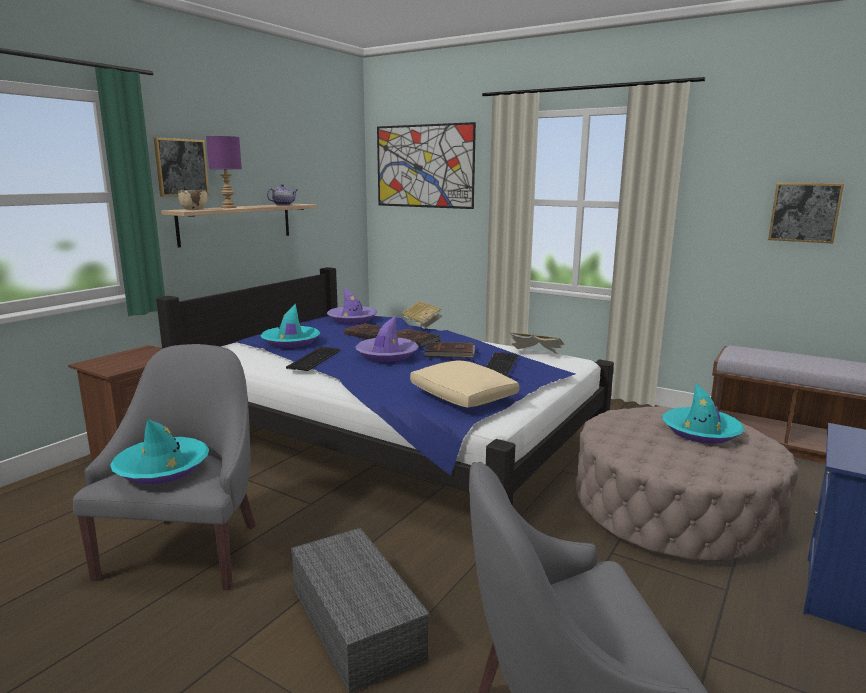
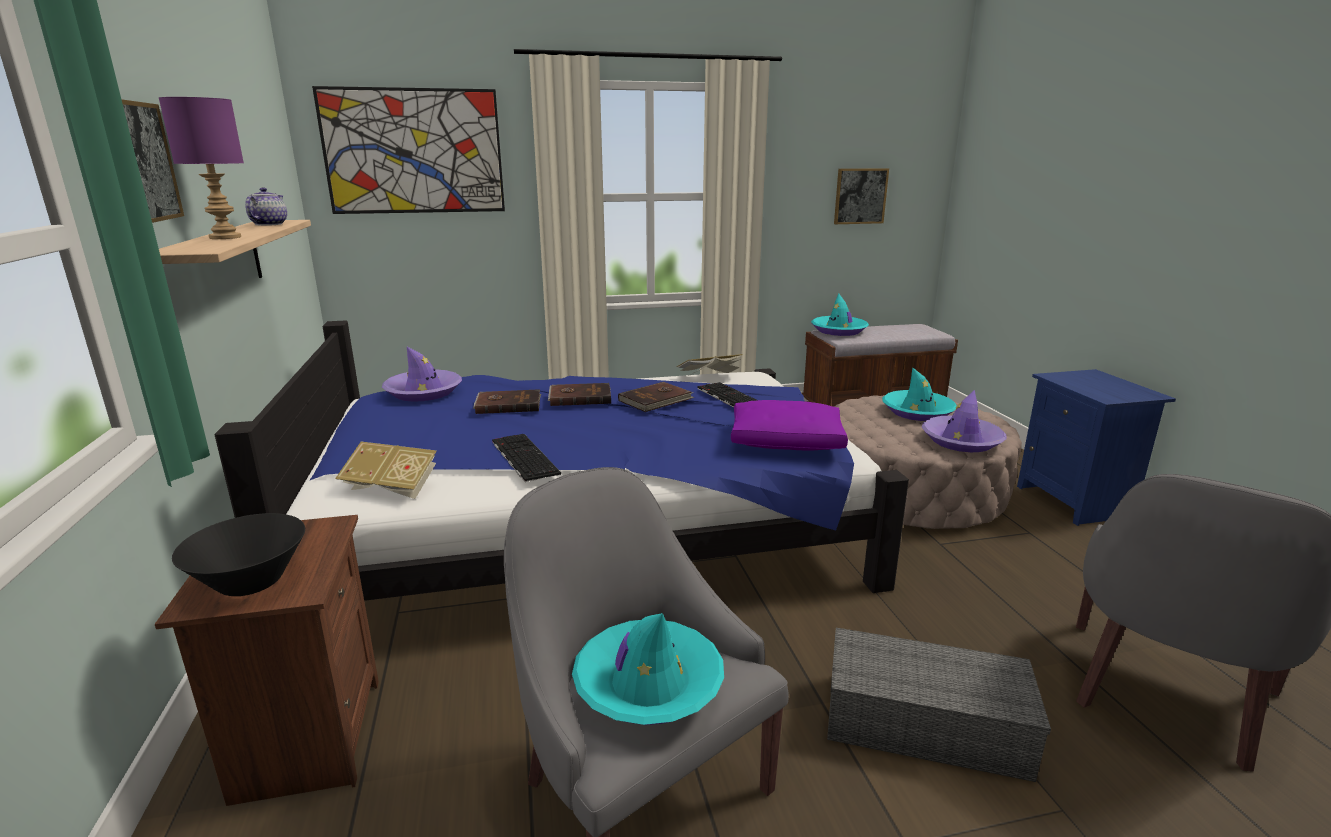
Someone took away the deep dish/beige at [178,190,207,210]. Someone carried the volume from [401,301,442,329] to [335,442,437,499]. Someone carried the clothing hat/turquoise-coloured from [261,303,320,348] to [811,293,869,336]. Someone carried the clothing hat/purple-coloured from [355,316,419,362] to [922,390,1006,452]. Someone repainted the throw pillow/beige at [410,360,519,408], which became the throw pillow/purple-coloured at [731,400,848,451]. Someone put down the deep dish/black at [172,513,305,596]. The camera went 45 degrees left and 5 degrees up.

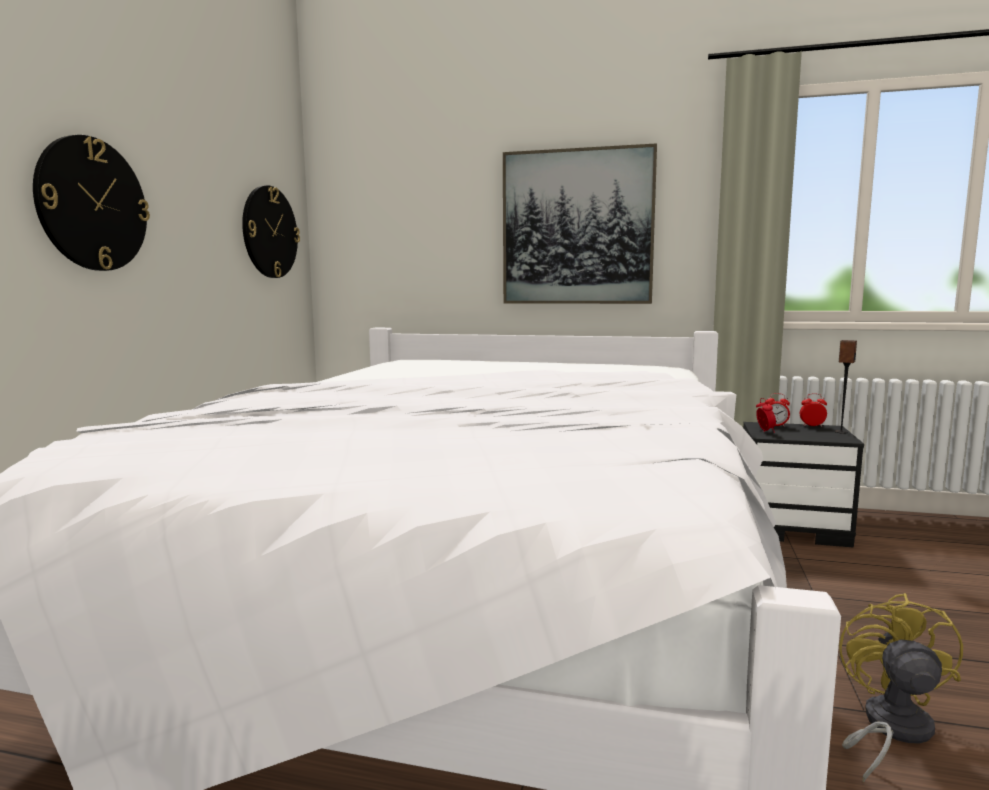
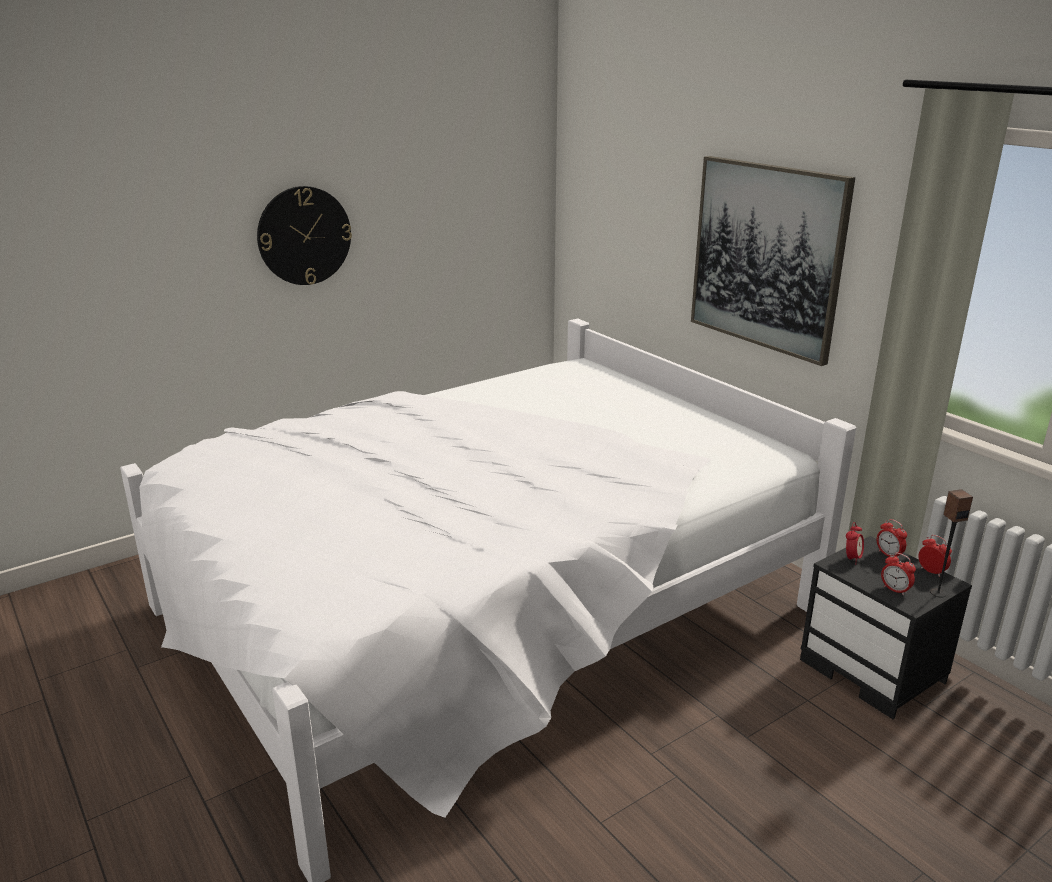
Someone took away the clock on the wall at [242,185,300,278]. Someone took away the cooling fan/yellow-coloured at [839,593,963,783]. Someone put down the bedside clock at [881,553,916,596]. The camera went 40 degrees right and 15 degrees up.

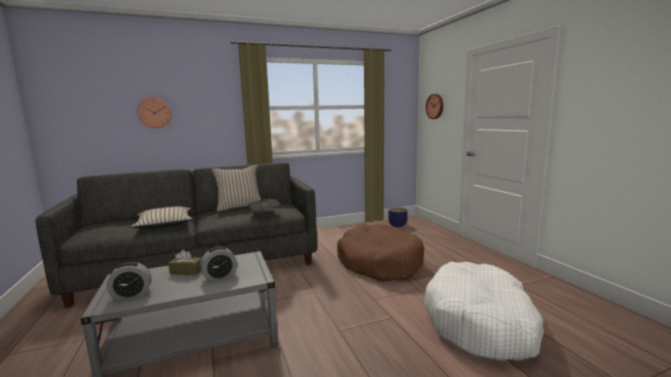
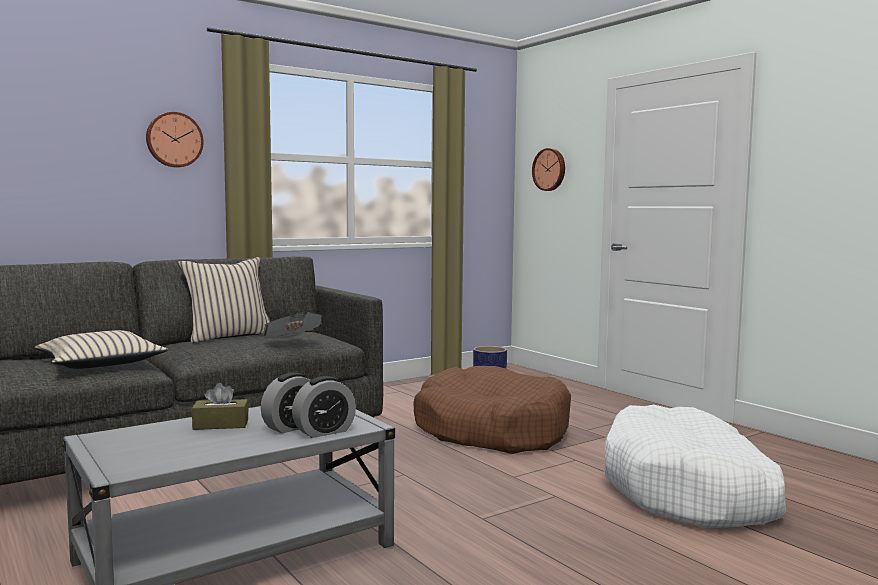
Someone carried the clock on the wall from [138,97,171,128] to [146,112,204,167]. Someone carried the bedside clock from [107,262,152,300] to [292,376,356,438]. The camera went 15 degrees left and 5 degrees down.

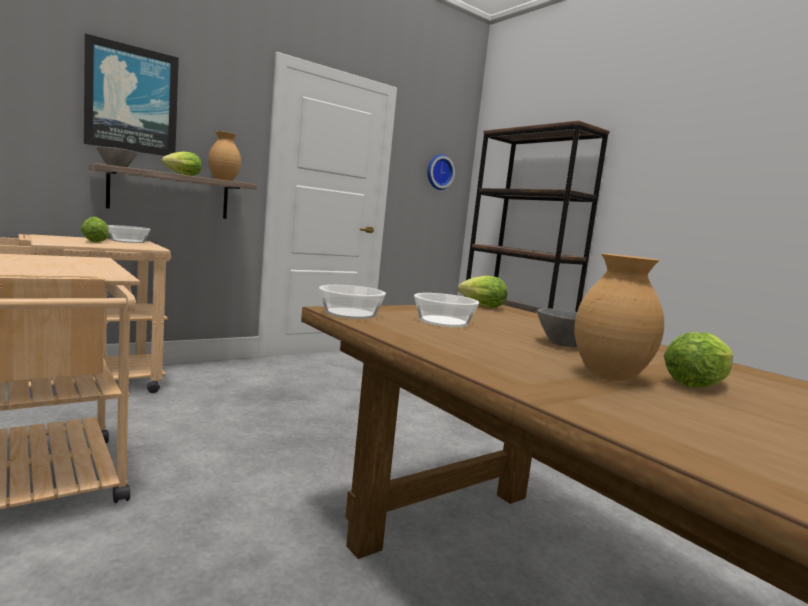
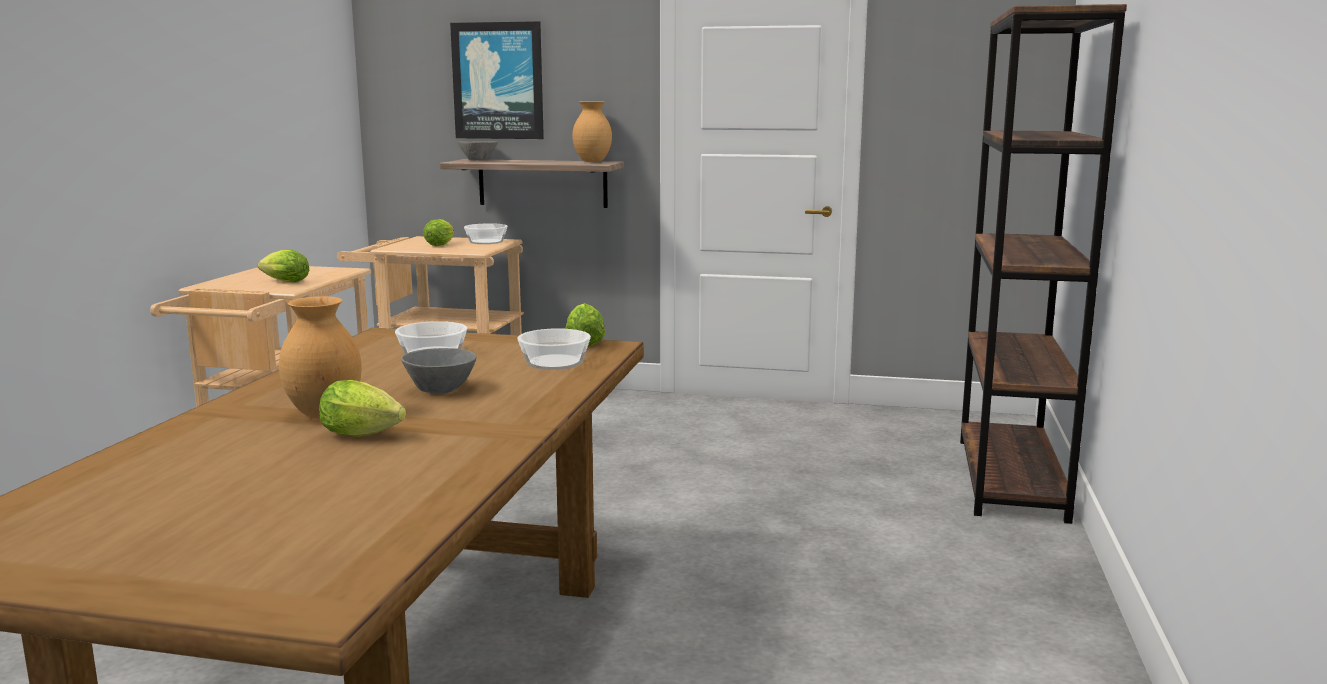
Someone carried the lettuce from [161,151,202,176] to [258,250,309,283]. Someone took away the clock on the wall at [427,154,455,190]. Someone carried the deep dish from [319,285,386,319] to [517,328,591,370]. The camera went 50 degrees right and 5 degrees up.

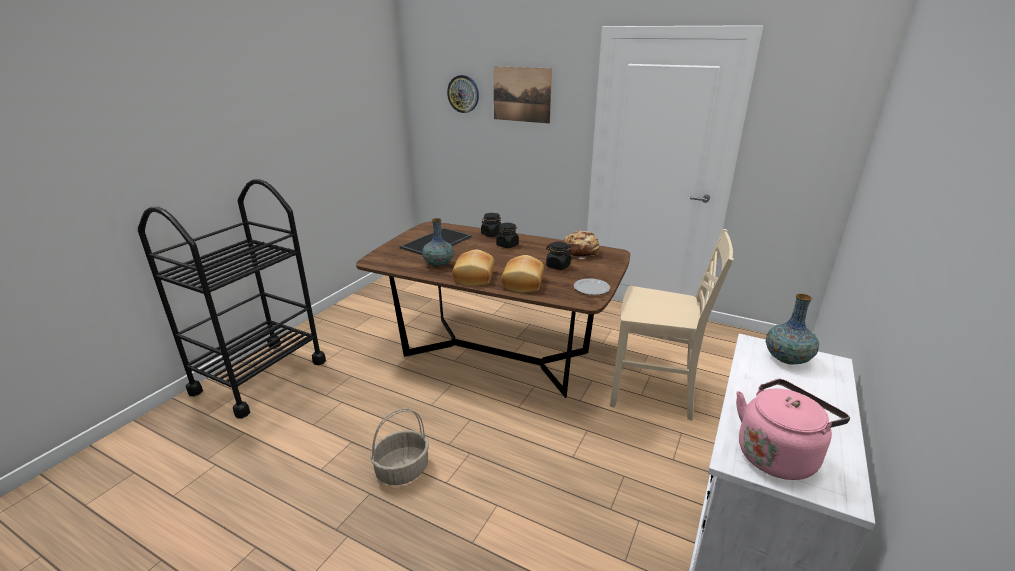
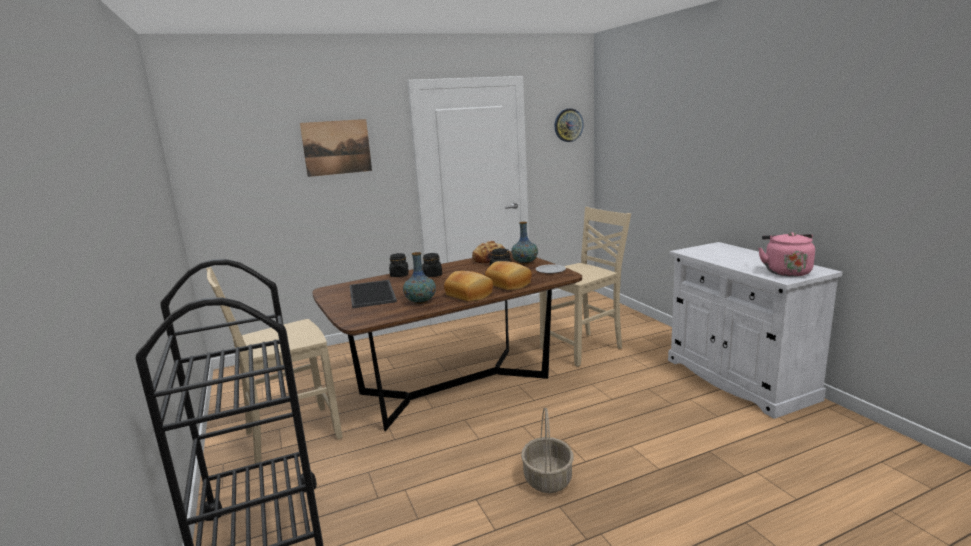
Someone carried the clock on the wall from [447,75,479,113] to [554,109,584,142]. Someone carried the vase from [766,294,819,364] to [511,222,538,264]. Someone put down the plain chair/beige at [206,267,342,463]. The camera went 50 degrees left and 10 degrees down.

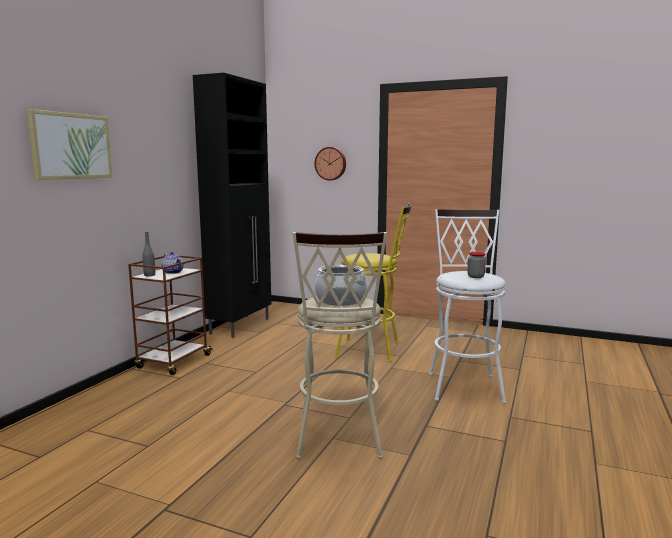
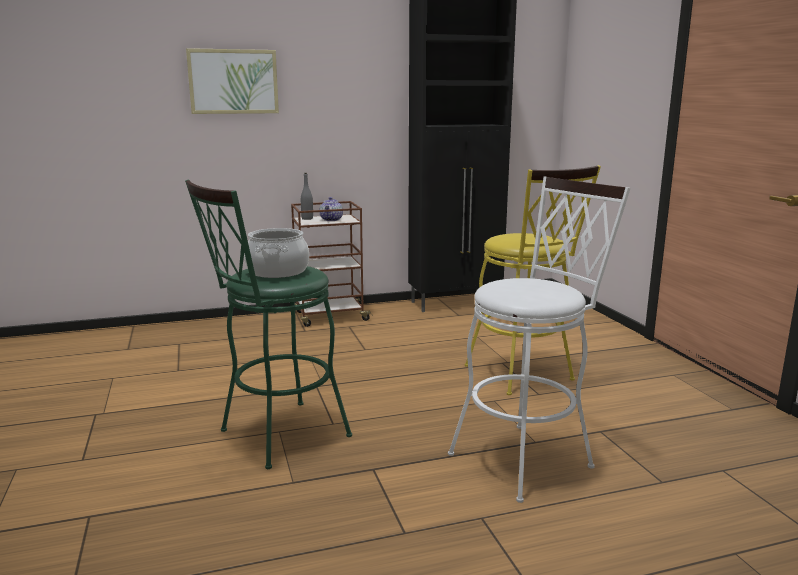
Someone took away the clock on the wall at [314,147,346,181]. Someone repainted the stool seat/beige at [293,232,387,459], which became the stool seat/green at [185,180,352,469]. Someone took away the jar at [467,252,486,278]. The camera went 50 degrees right and 5 degrees up.

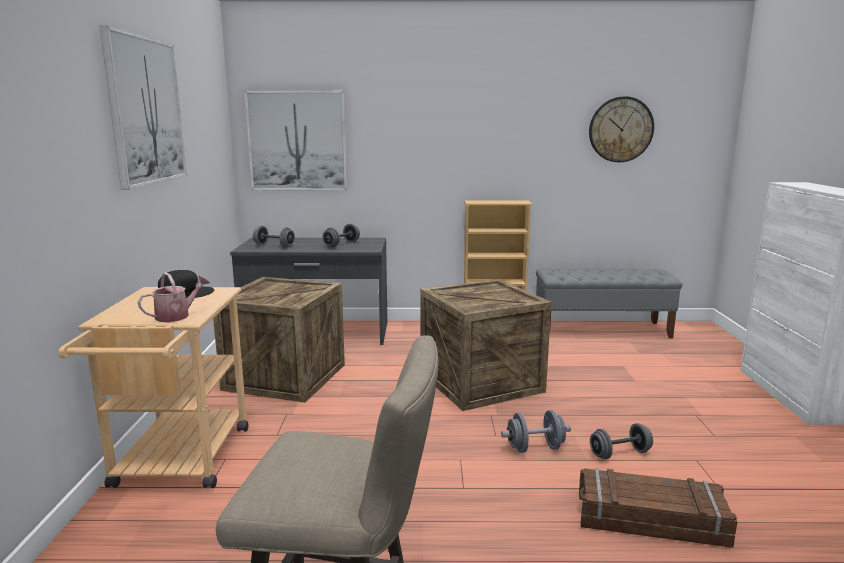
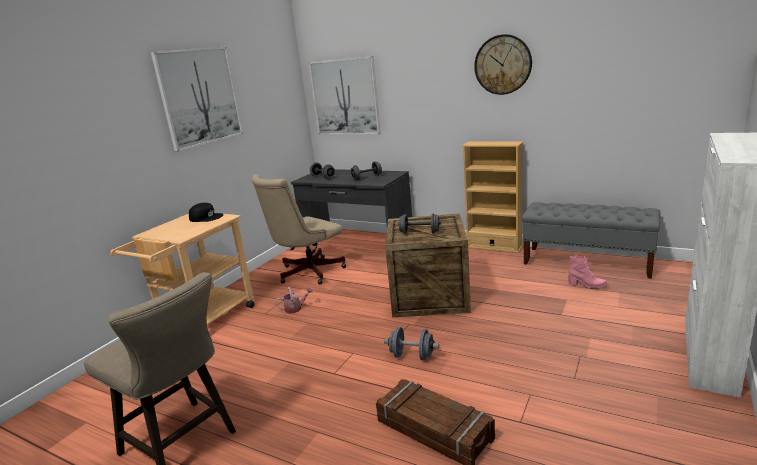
Someone carried the clock on the wall from [589,96,654,163] to [474,34,532,95]. Someone carried the sprinkling can from [137,272,210,322] to [275,286,313,314]. Someone swapped the packing crate at [213,277,345,403] for the computer chair/beige at [251,174,346,284]. Someone carried the free weight/grey from [590,423,653,459] to [398,214,441,234]. Someone put down the boot/pinkish at [568,256,607,289]. The camera went 30 degrees right and 5 degrees up.

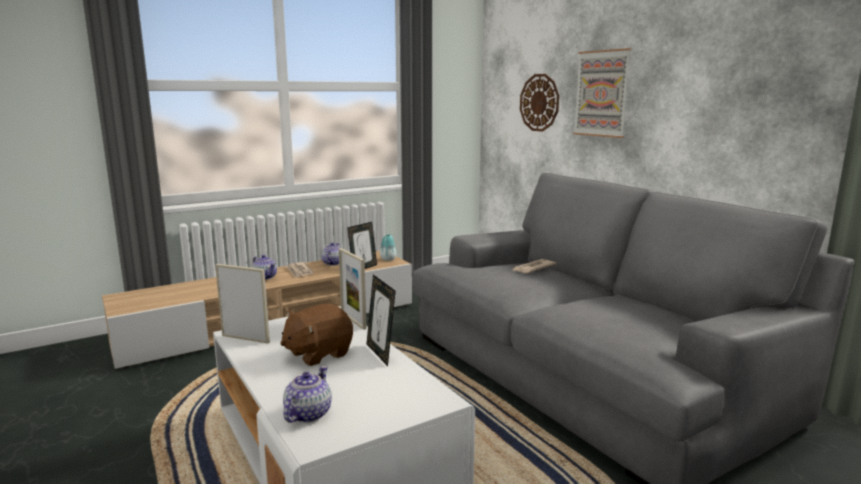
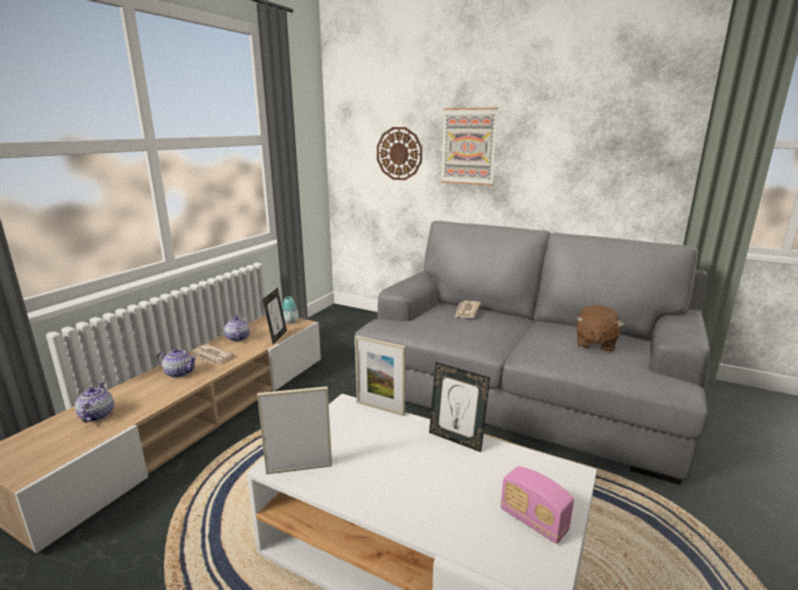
Someone carried the cuddly toy/brown-coloured from [280,304,353,366] to [576,305,624,352]. Someone carried the teapot from [283,366,332,423] to [75,381,114,423]. Someone put down the radio at [501,466,574,544]. The camera went 30 degrees left and 5 degrees up.

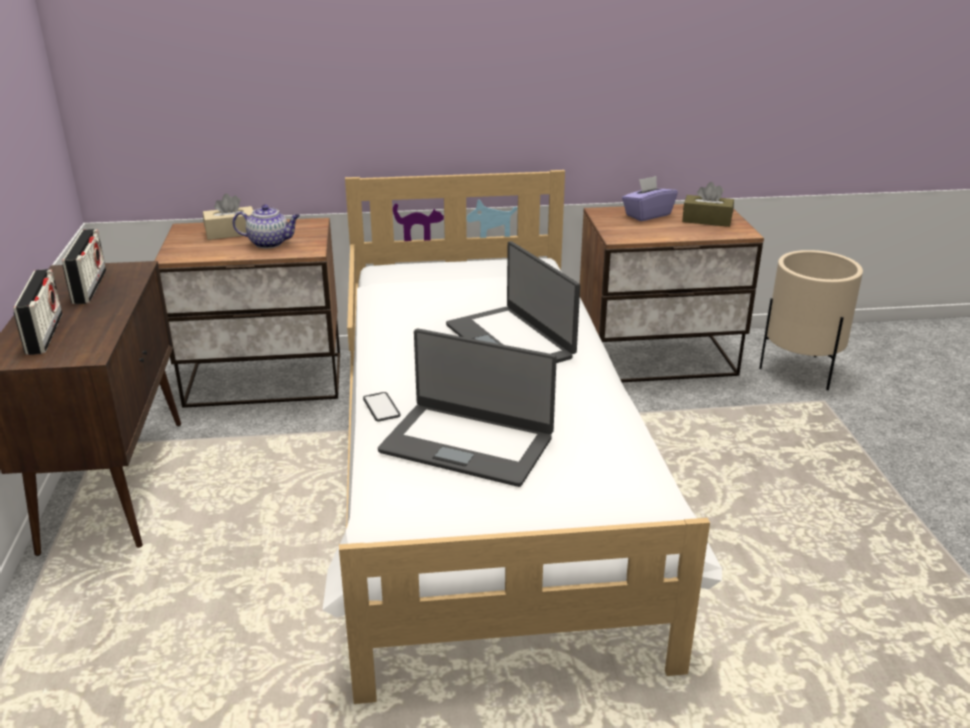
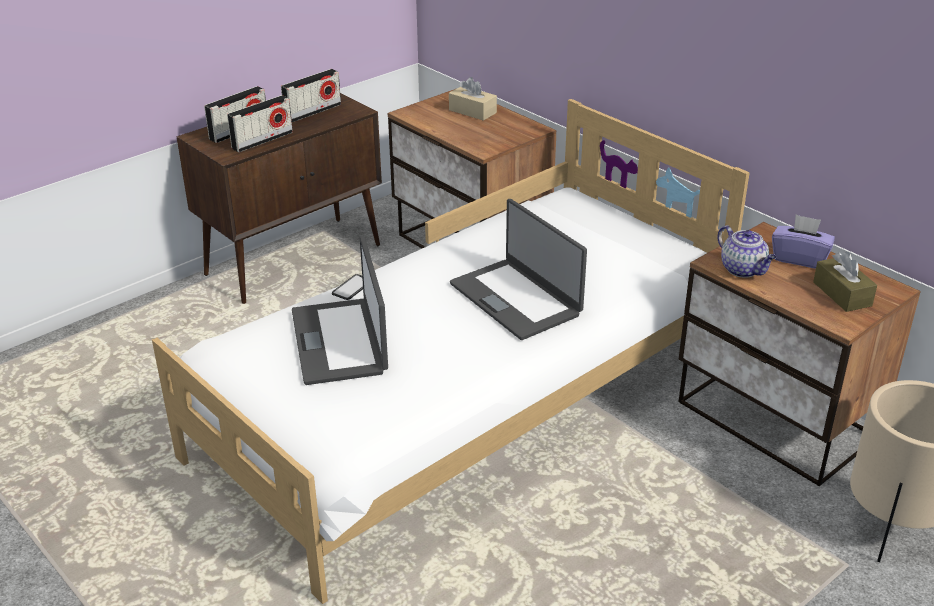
Someone carried the teapot from [233,205,300,248] to [717,225,777,278]. Someone rotated the notebook computer at [446,241,580,363] by 60 degrees counterclockwise. Someone put down the radio at [227,95,293,152]. The camera went 55 degrees right and 5 degrees up.

